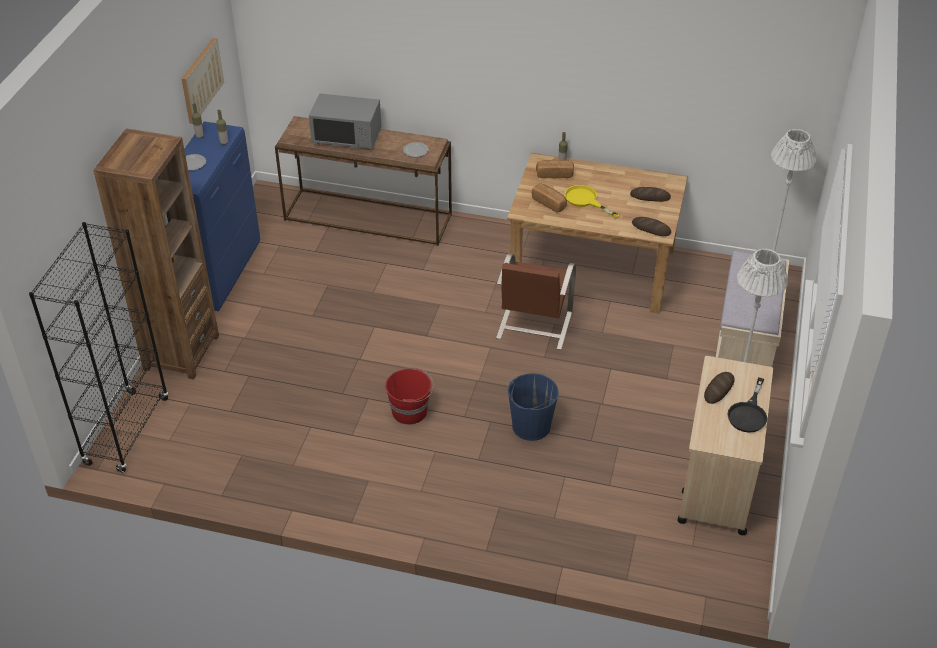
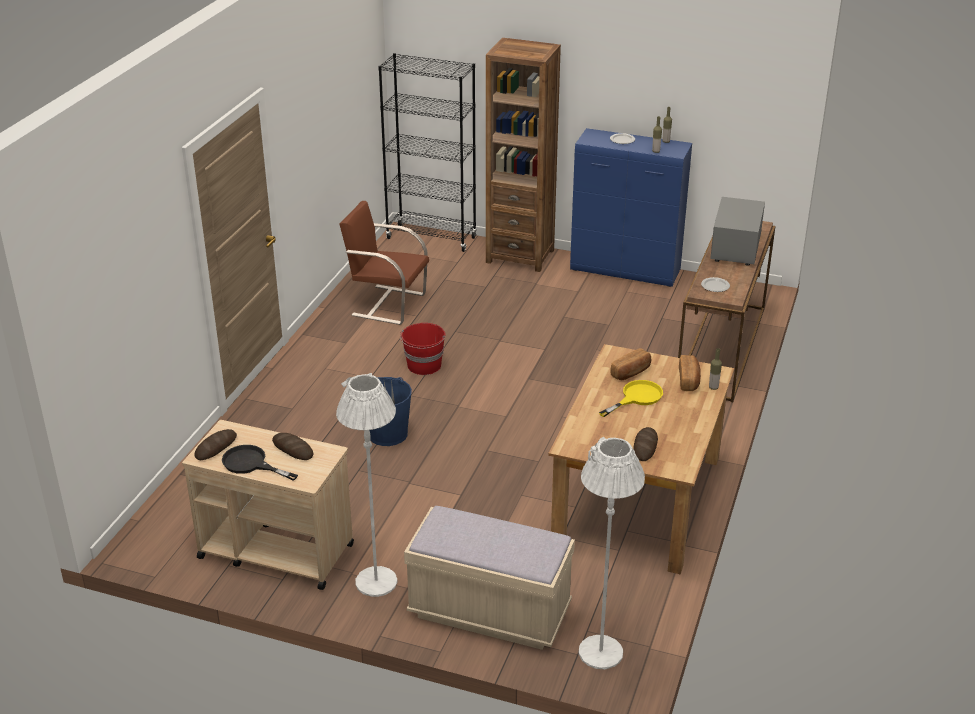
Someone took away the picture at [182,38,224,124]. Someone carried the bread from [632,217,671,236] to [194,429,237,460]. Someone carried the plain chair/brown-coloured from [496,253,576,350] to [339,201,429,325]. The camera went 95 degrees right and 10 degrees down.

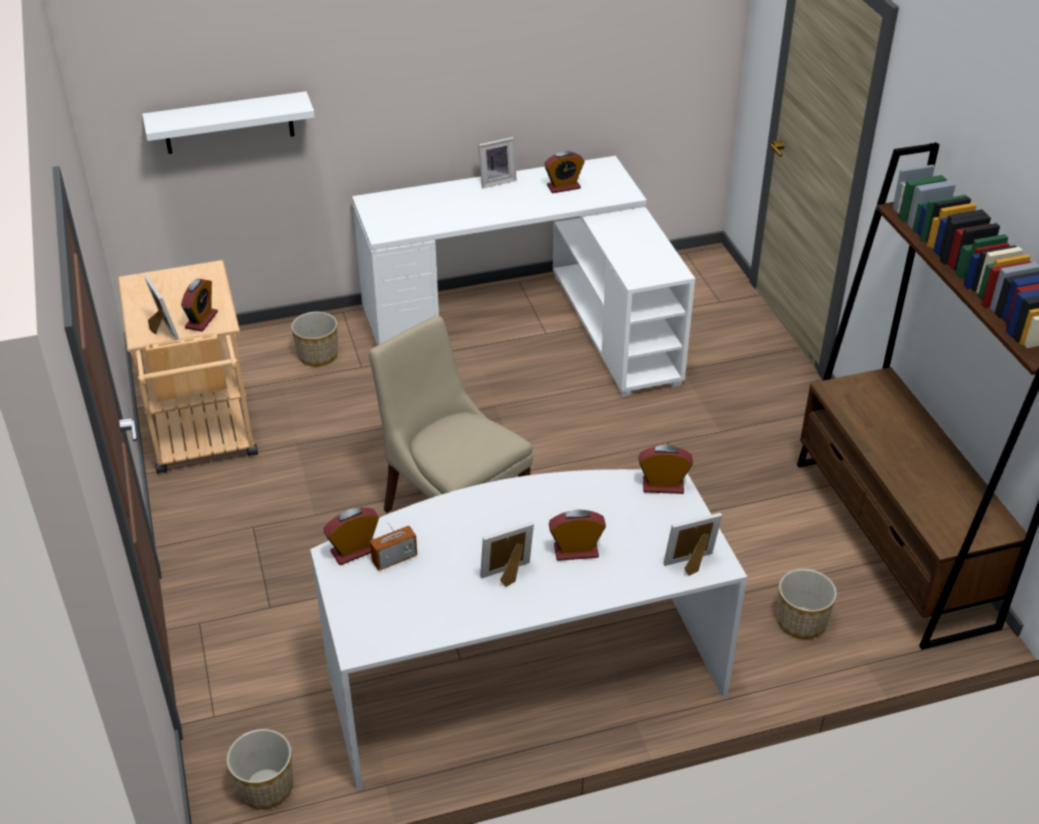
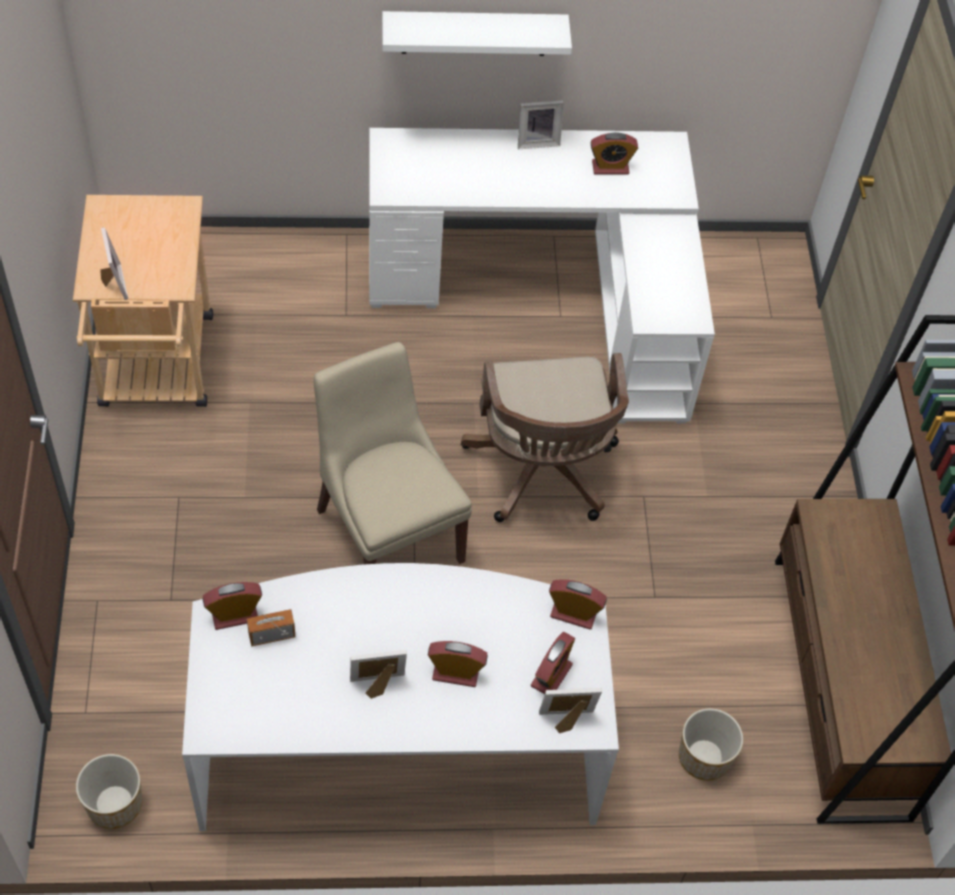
Someone carried the shelf/white from [142,91,315,154] to [382,11,572,56]. Someone carried the bedside clock from [181,279,218,332] to [531,632,575,694]. Someone took away the planter at [291,312,338,366]. Someone put down the computer chair/brown-coloured at [461,353,629,522]. The camera went 10 degrees right and 15 degrees up.

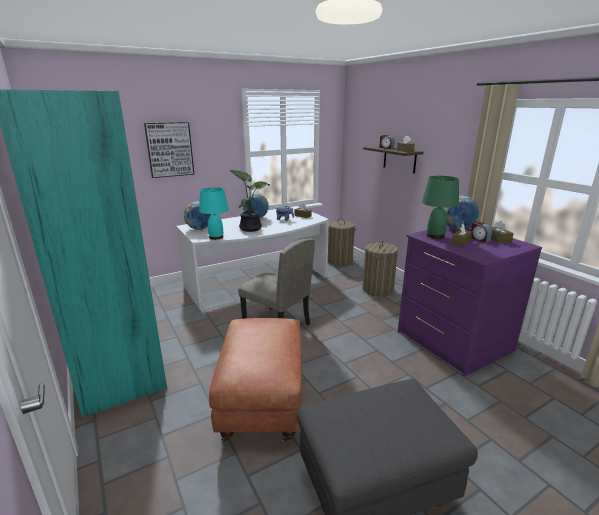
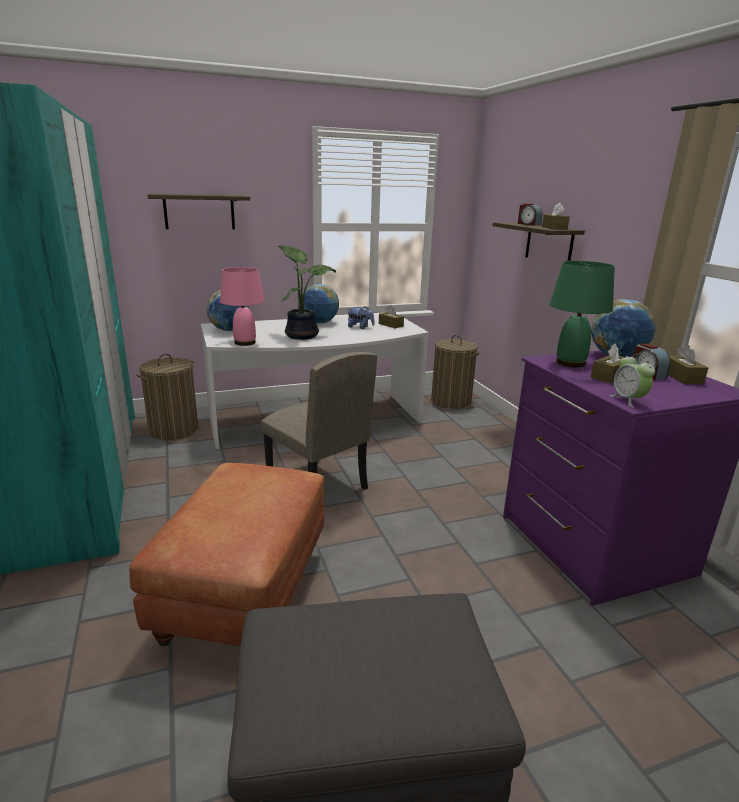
Someone swapped the picture at [144,122,194,178] for the shelf at [148,193,250,229]. Someone repainted the table lamp/turquoise-coloured at [199,187,229,240], which became the table lamp/pinkish at [220,267,265,346]. Someone carried the hamper from [363,241,398,297] to [136,354,198,440]. Someone put down the bedside clock at [610,353,655,407]. The camera went 10 degrees right and 0 degrees up.

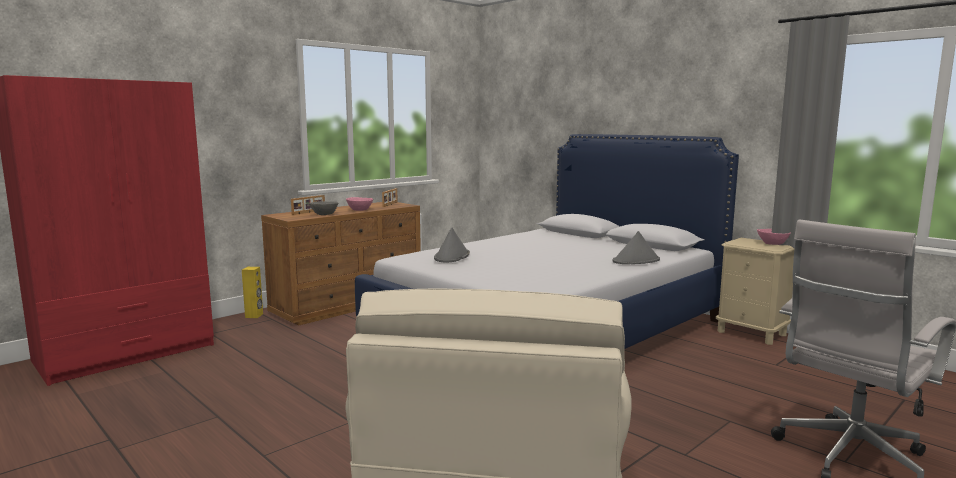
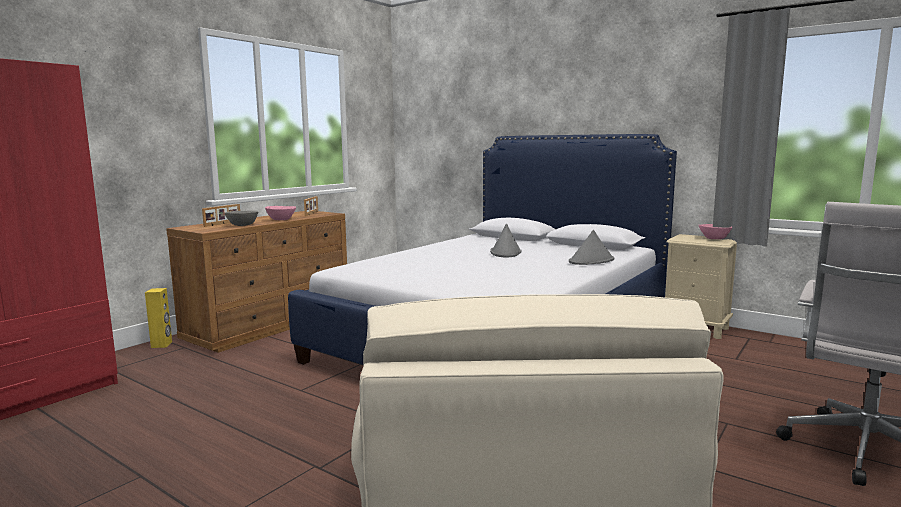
Someone carried the clothing hat/grey from [434,228,470,263] to [490,224,521,257]. The camera went 10 degrees left and 0 degrees up.

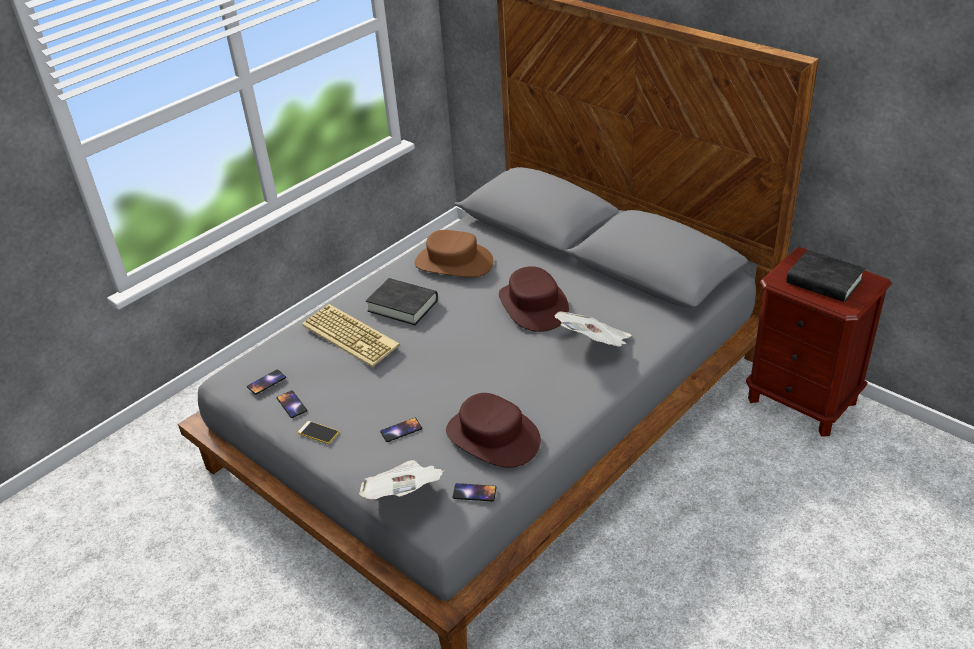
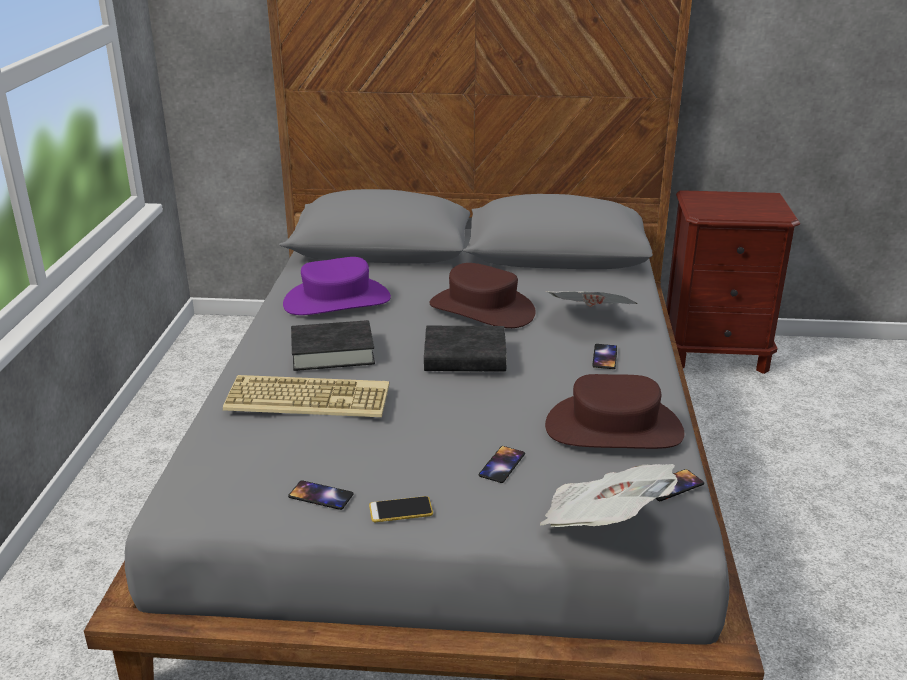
Someone repainted the clothing hat/brown-coloured at [414,230,493,277], which became the clothing hat/purple-coloured at [283,257,391,315]. Someone carried the volume/black from [786,250,865,302] to [424,326,507,371]. Someone carried the phone from [247,369,286,395] to [592,344,617,369]. The camera went 40 degrees left and 10 degrees down.

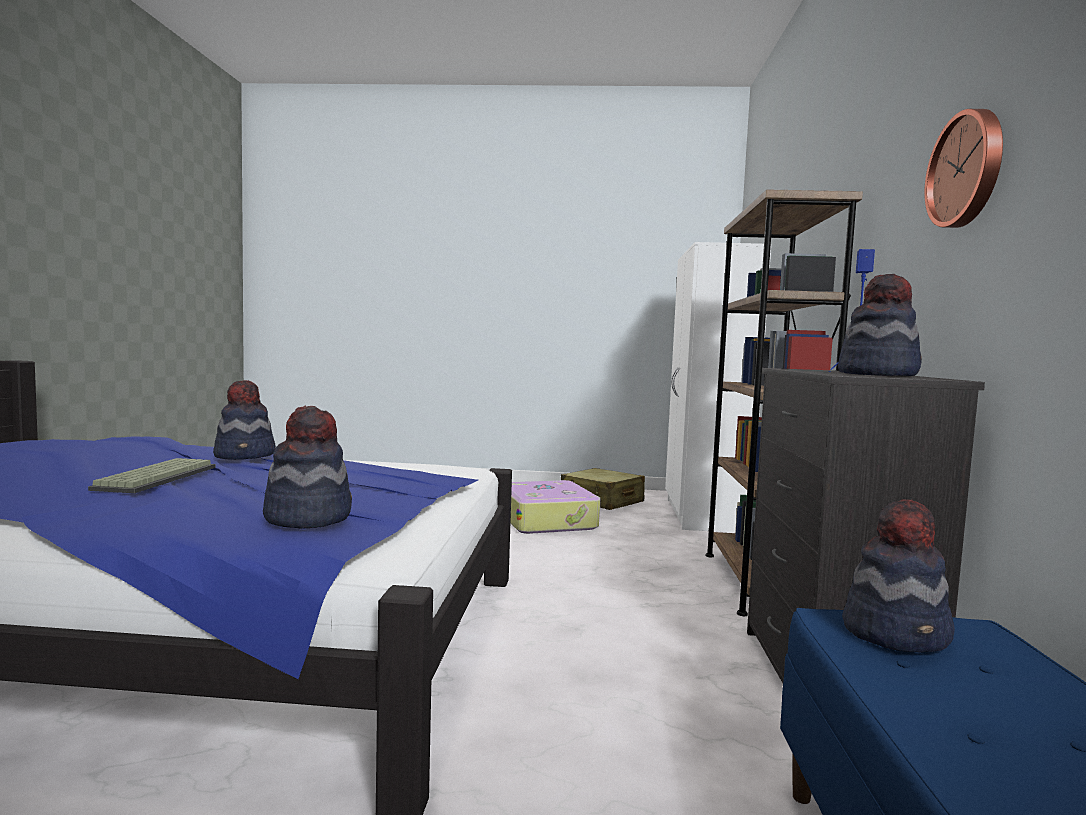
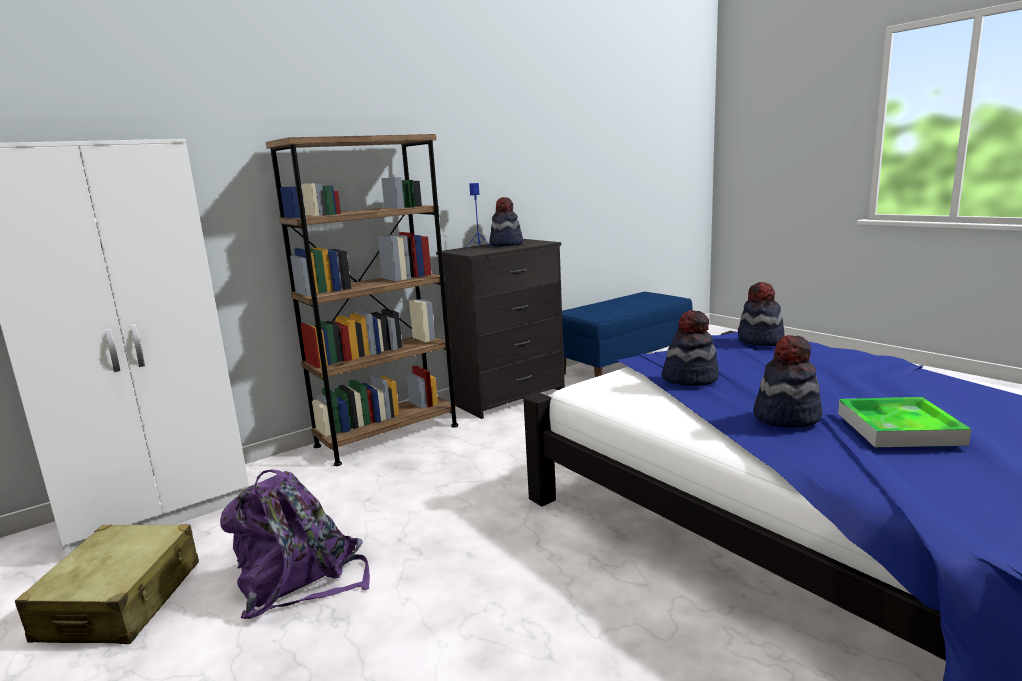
Someone took away the clock on the wall at [924,109,1003,228]. Someone took away the keyboard at [88,458,216,493]. Someone swapped the suitcase at [510,480,601,534] for the backpack/purple-coloured at [220,469,370,620]. Someone carried the clothing hat from [842,499,955,653] to [662,310,719,386]. Someone put down the tray at [838,397,971,447]. The camera went 130 degrees left and 10 degrees up.

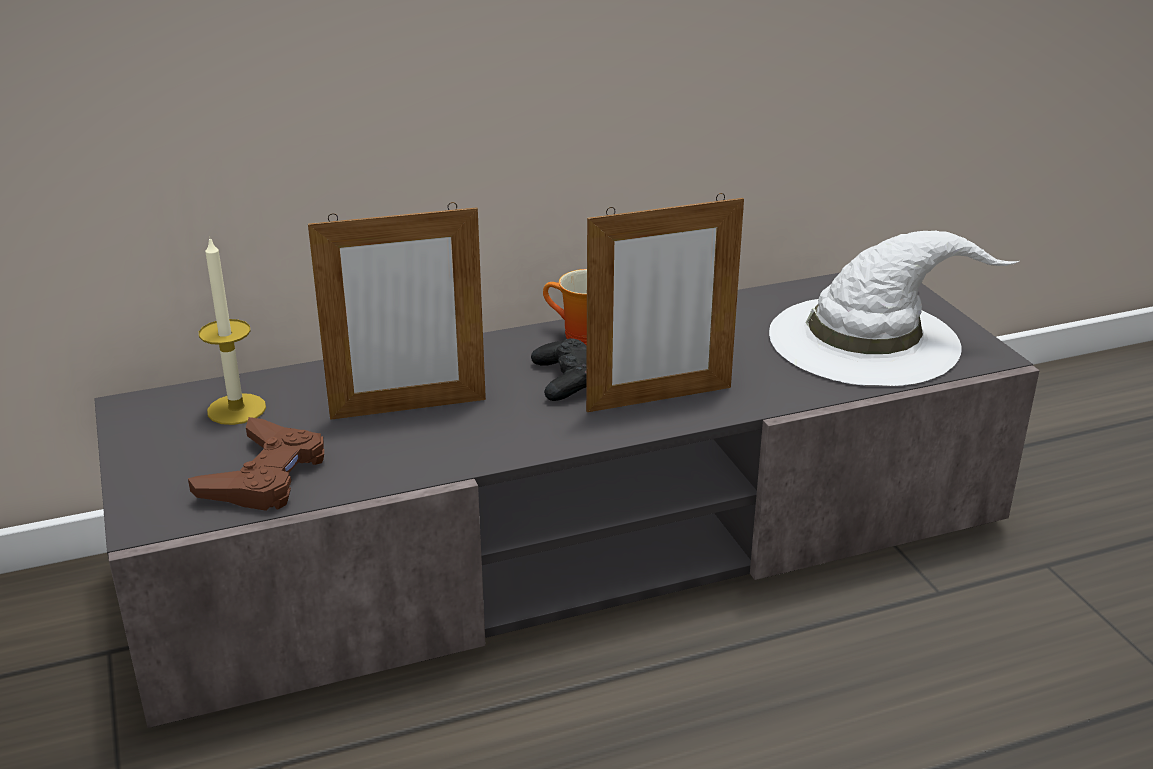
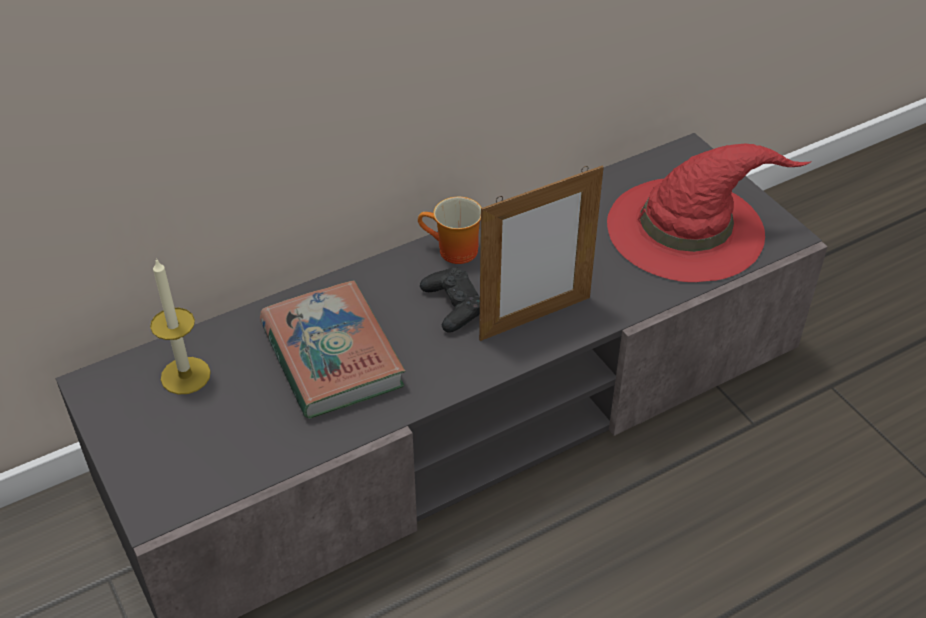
Someone swapped the standing frame at [308,202,486,420] for the volume at [260,281,405,419]. Someone repainted the clothing hat/white at [769,231,1019,386], which became the clothing hat/red-coloured at [607,143,811,282]. Someone took away the gamepad/brown-coloured at [188,417,324,511]. The camera went 10 degrees left and 15 degrees up.

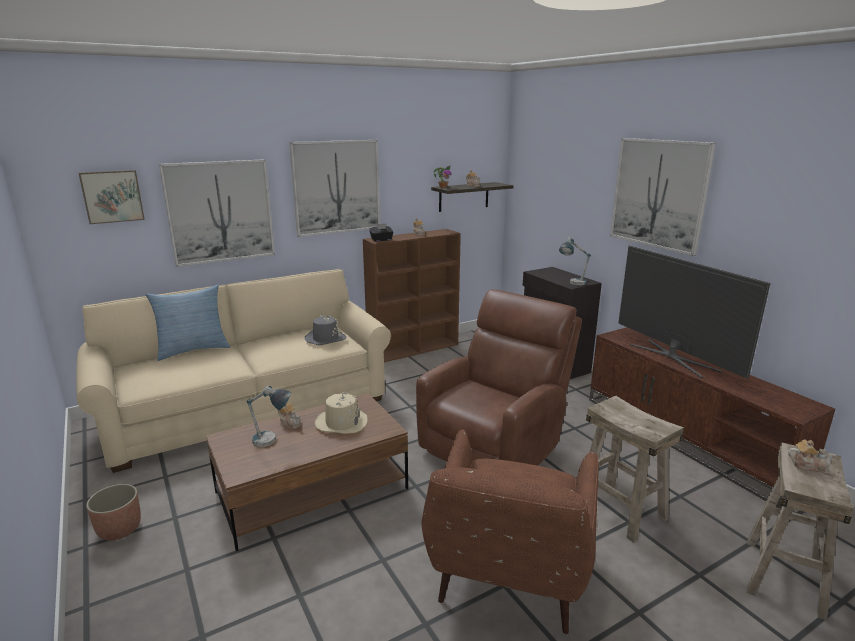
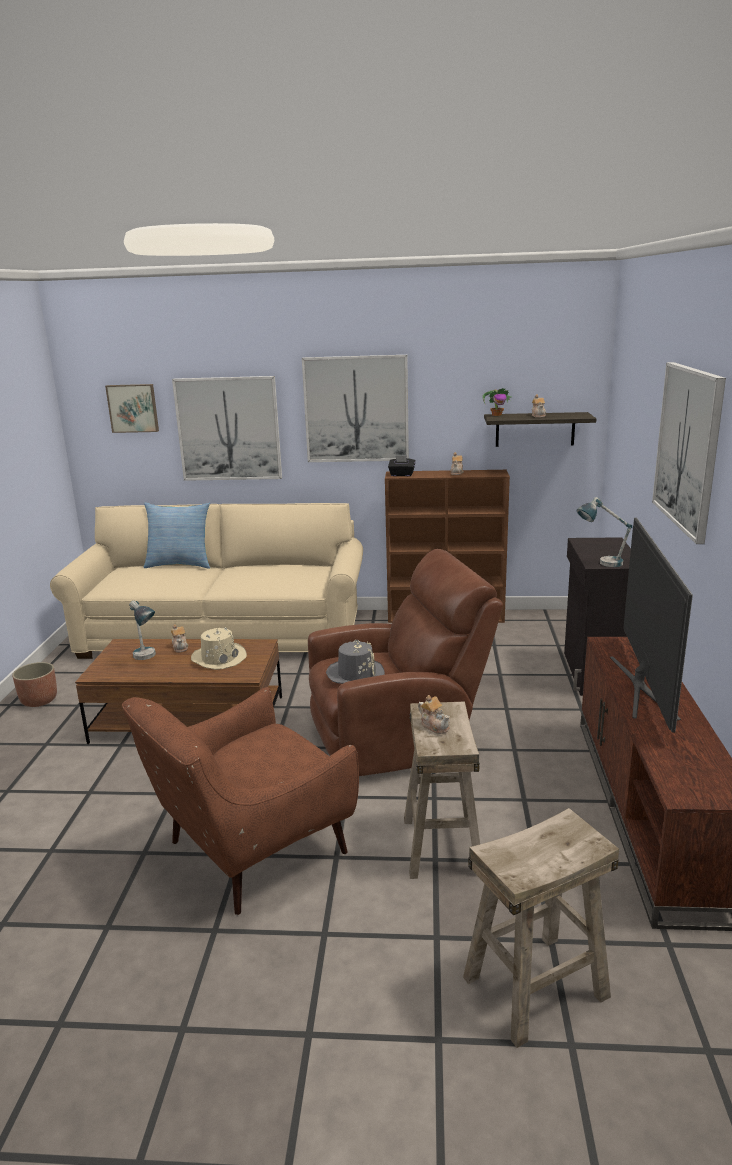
Someone carried the clothing hat/grey from [305,315,347,345] to [326,639,385,684]. Someone carried the teapot from [788,439,836,472] to [418,695,450,734]. The camera went 35 degrees right and 0 degrees up.

